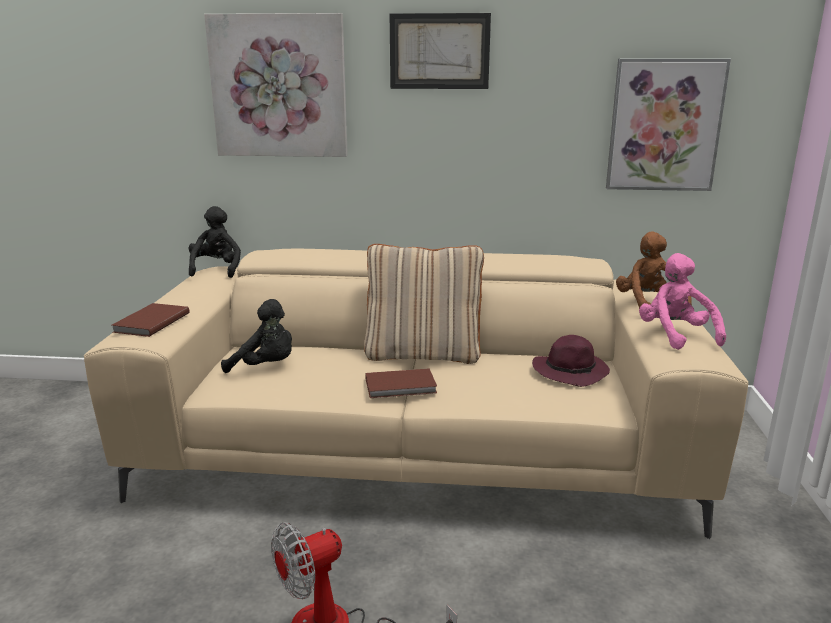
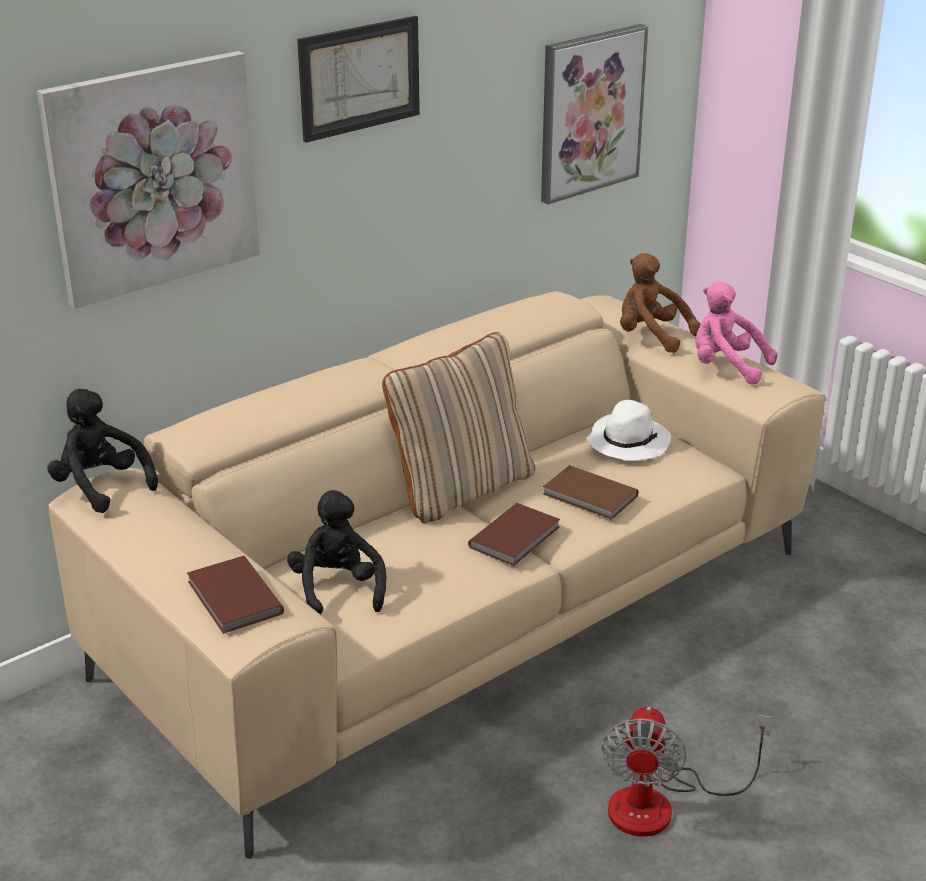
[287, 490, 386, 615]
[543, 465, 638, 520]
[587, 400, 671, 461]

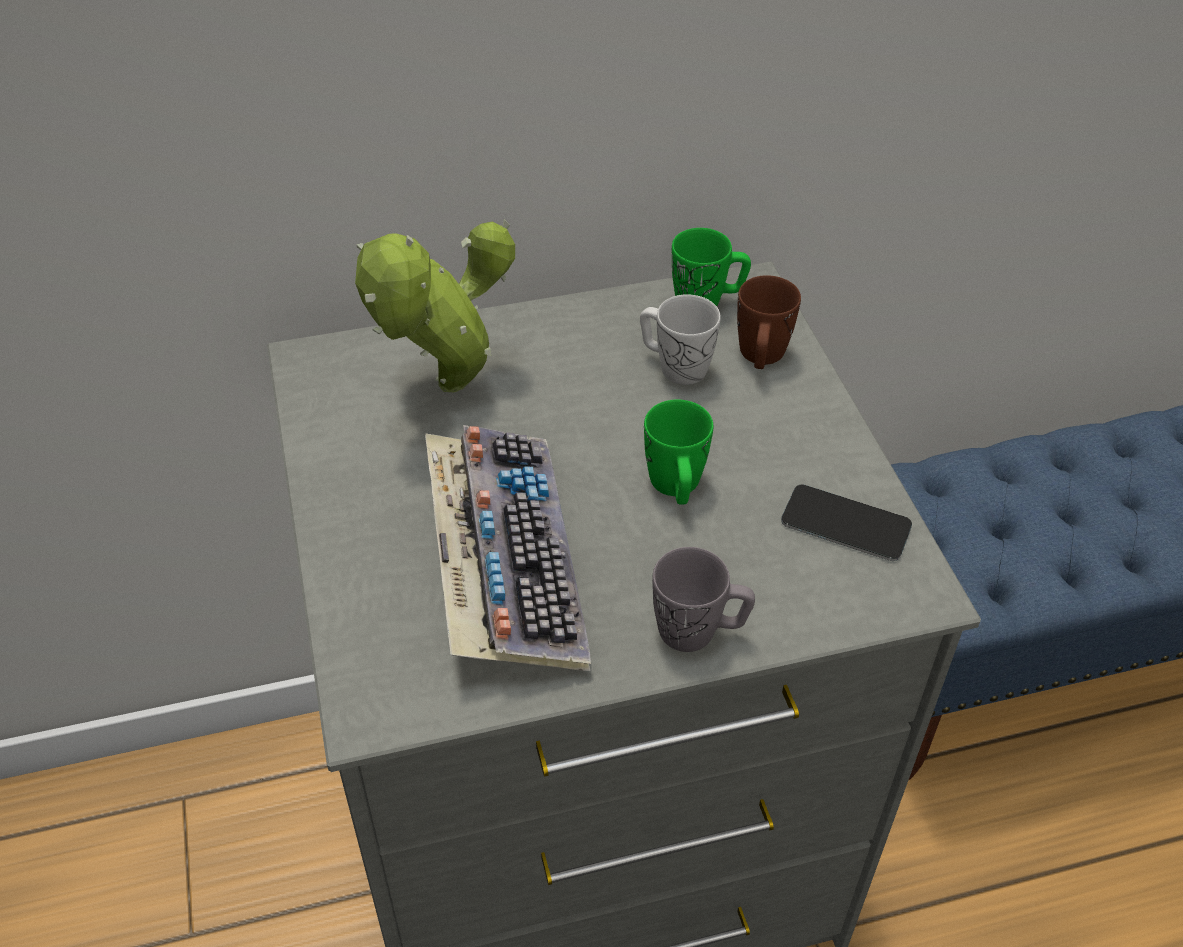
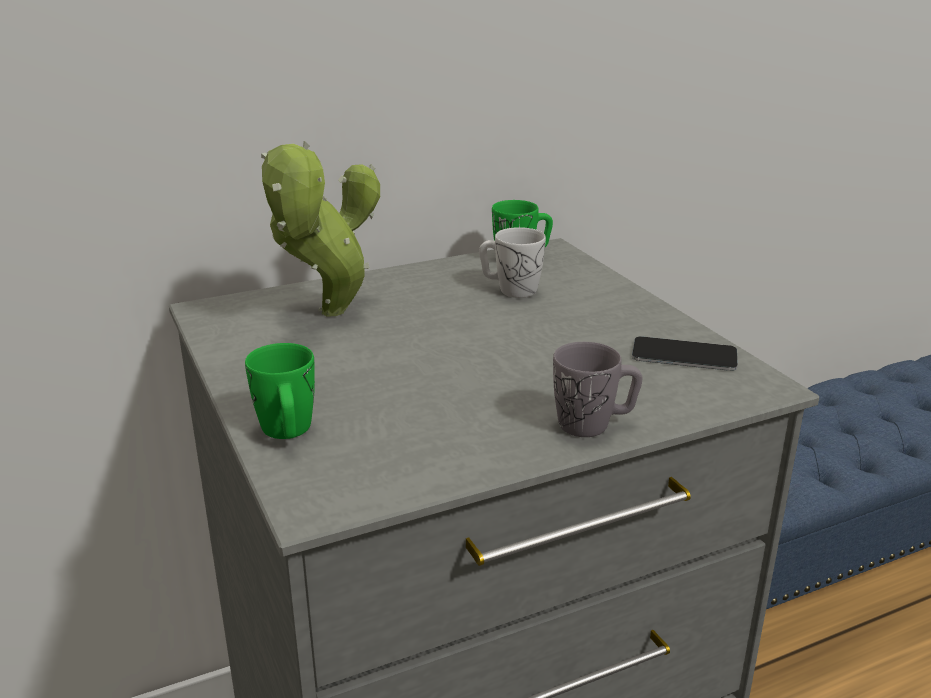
[245, 343, 315, 439]
[425, 425, 591, 671] (first image)
[737, 275, 801, 369] (first image)

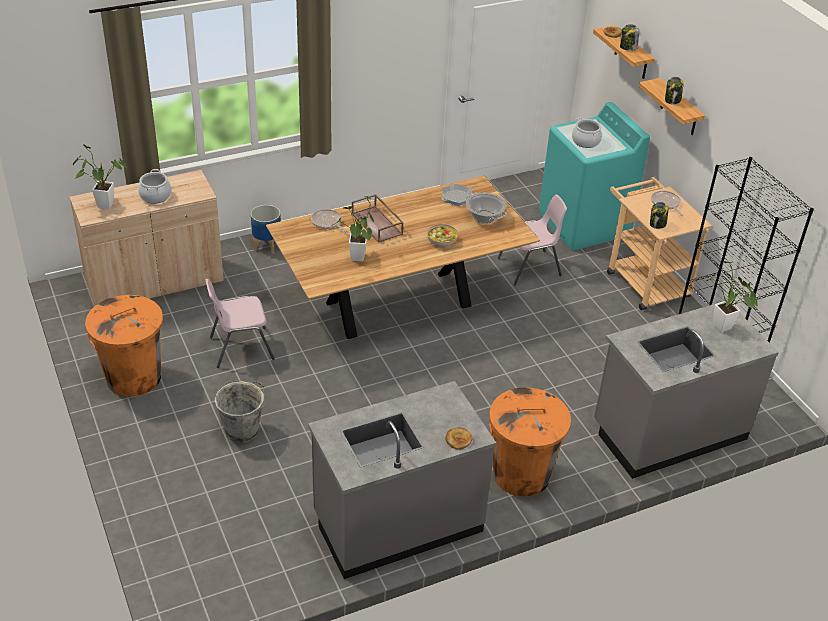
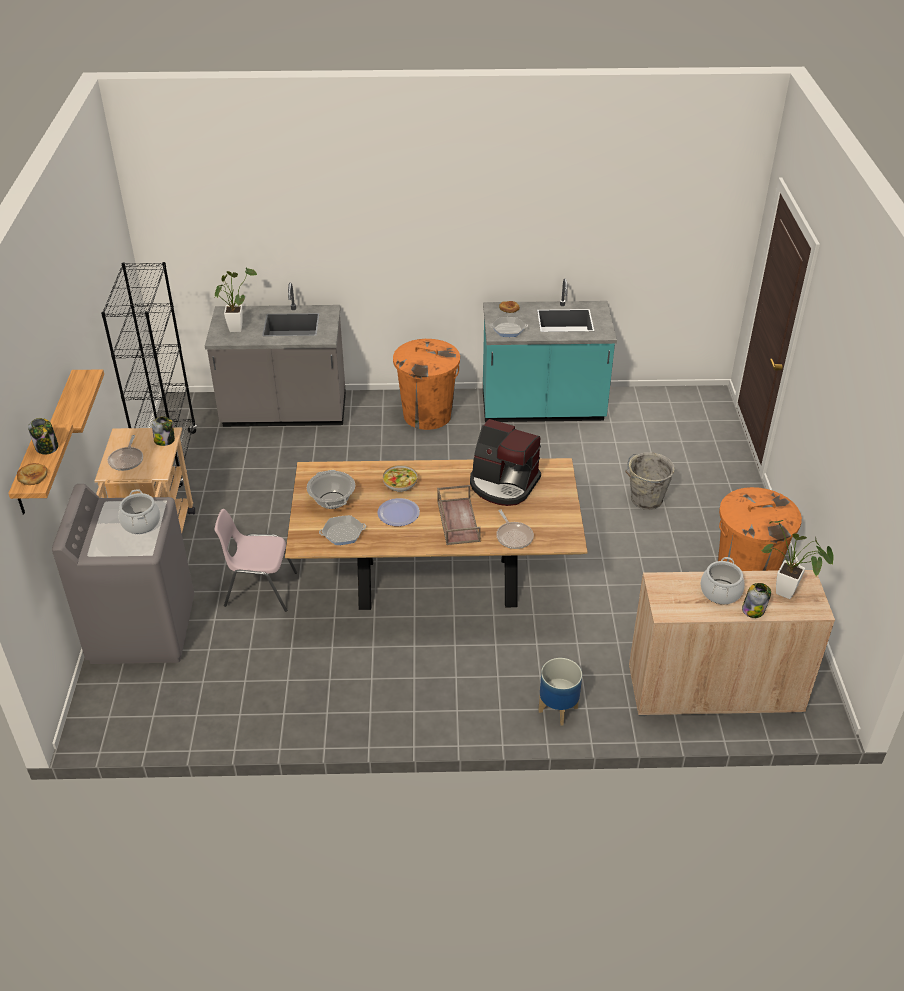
[52, 484, 194, 664]
[377, 498, 420, 526]
[470, 419, 541, 506]
[483, 279, 617, 422]
[489, 317, 528, 337]
[742, 583, 771, 618]
[205, 279, 275, 368] (first image)

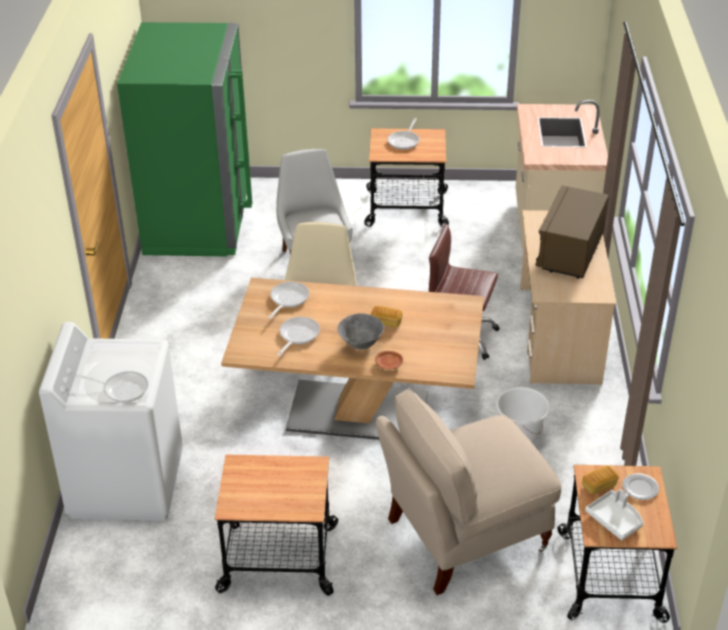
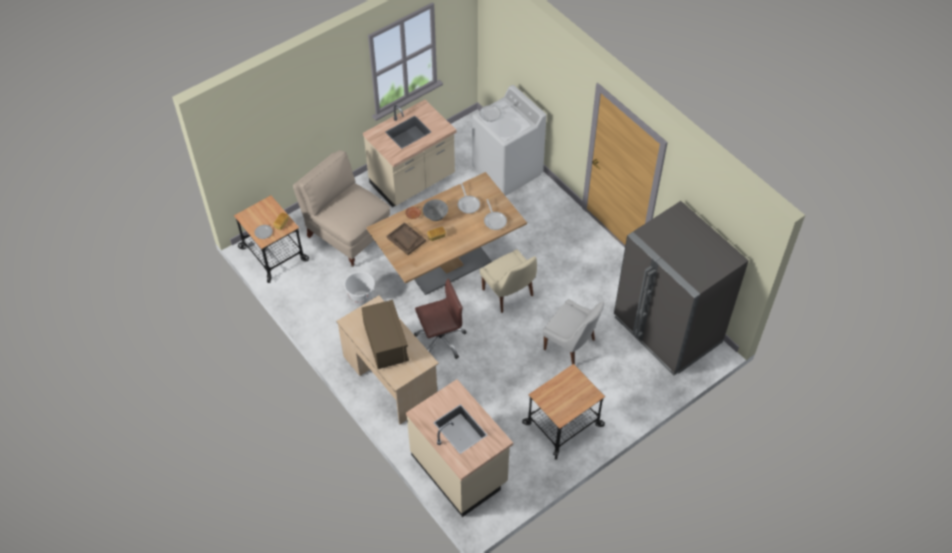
[293, 150, 390, 267]
[363, 100, 457, 207]
[386, 222, 426, 255]
[614, 201, 749, 376]
[388, 118, 420, 150] (first image)
[585, 489, 643, 540] (first image)

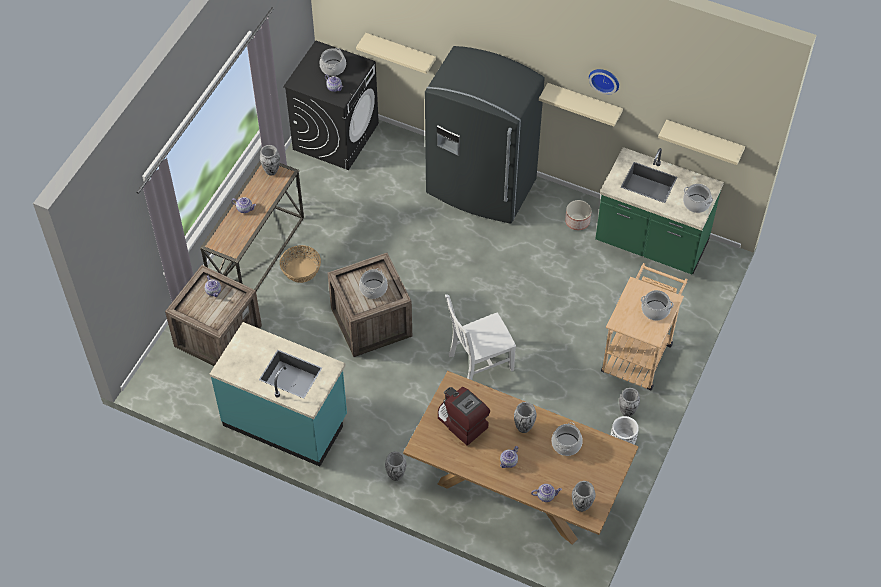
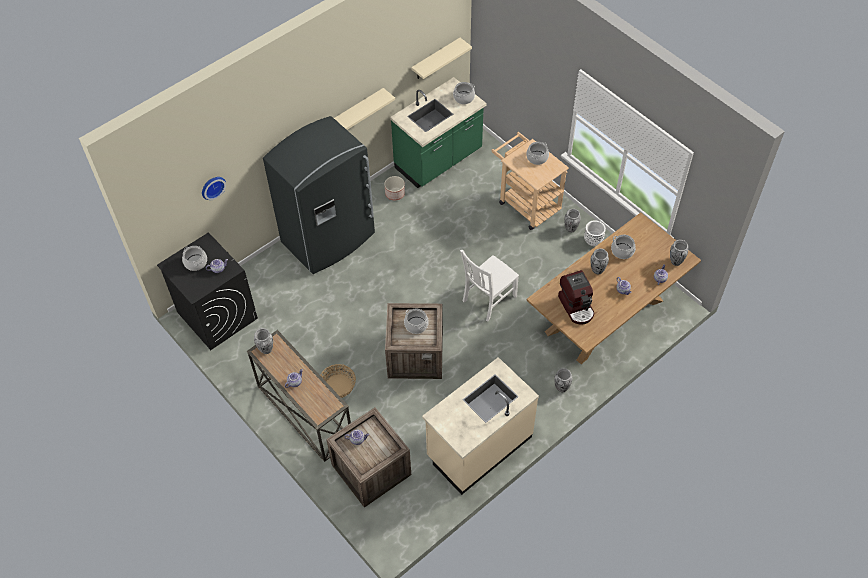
[202, 177, 226, 200]
[422, 357, 539, 495]
[460, 250, 519, 321]
[558, 270, 595, 325]
[356, 33, 436, 74] (first image)

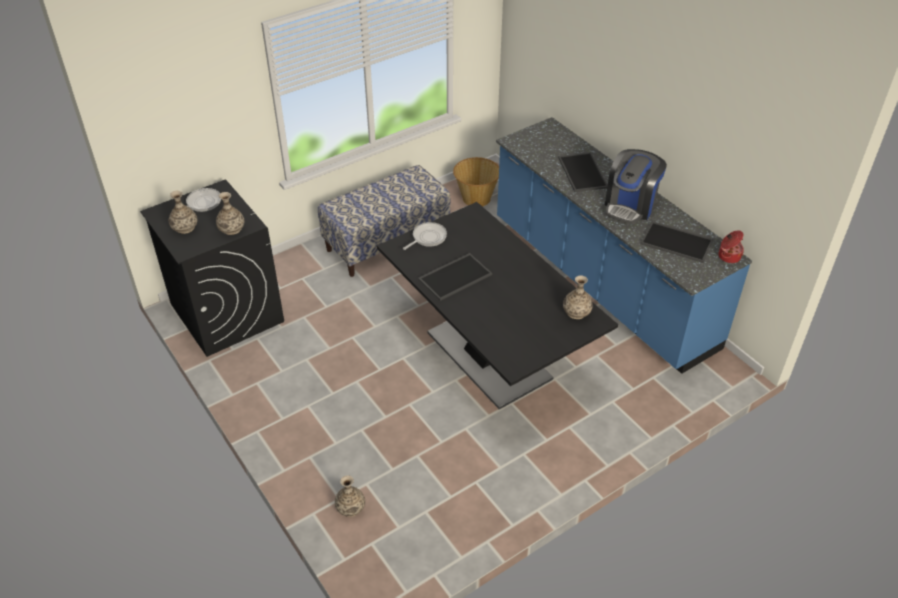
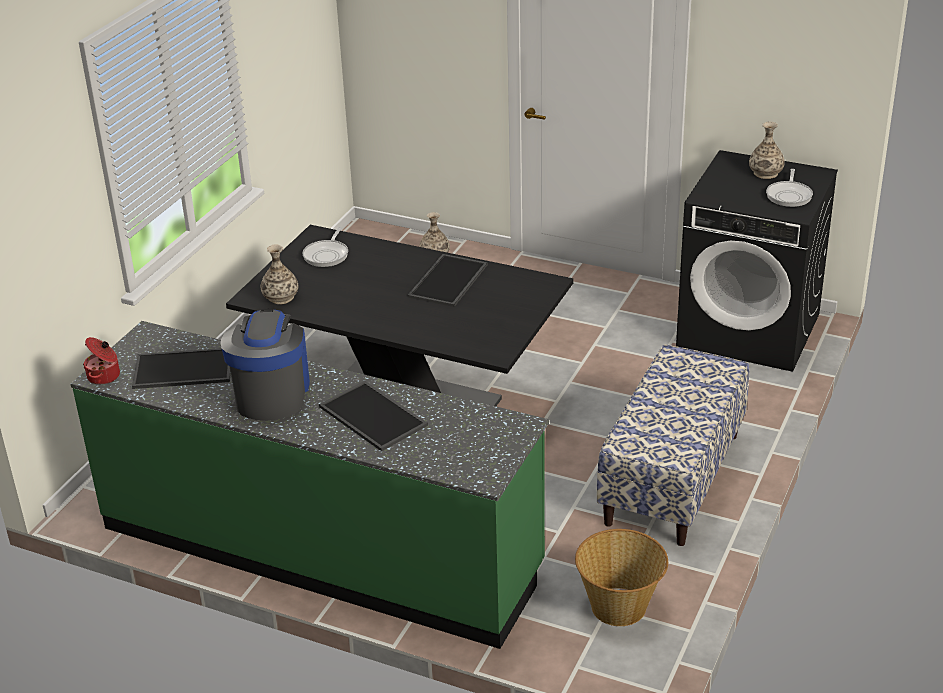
[70, 321, 549, 649]
[302, 227, 348, 267]
[216, 192, 244, 235] (first image)

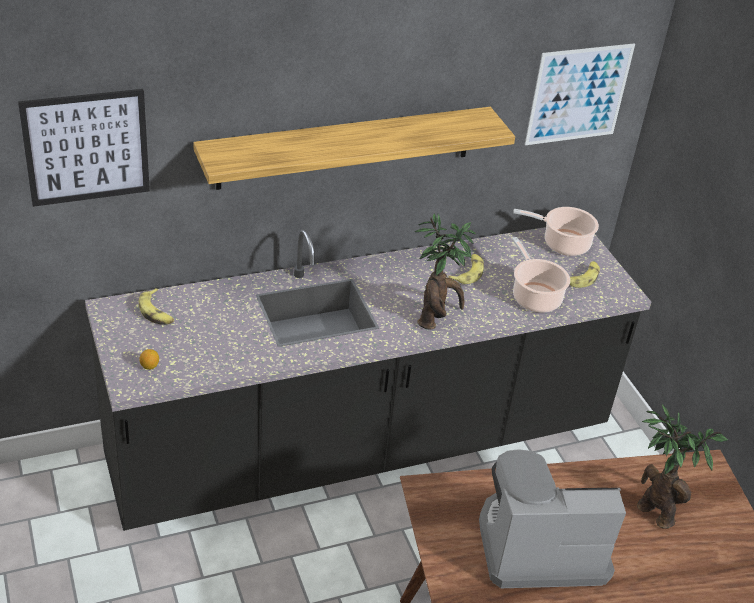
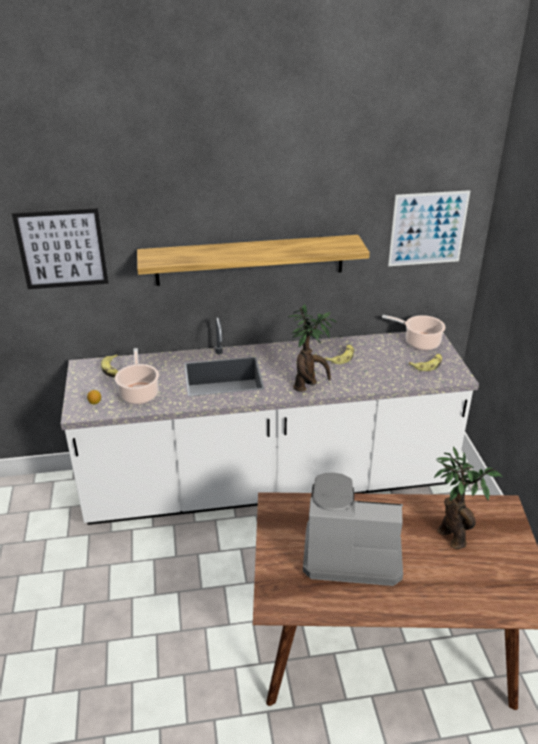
[61, 317, 479, 525]
[115, 348, 159, 404]

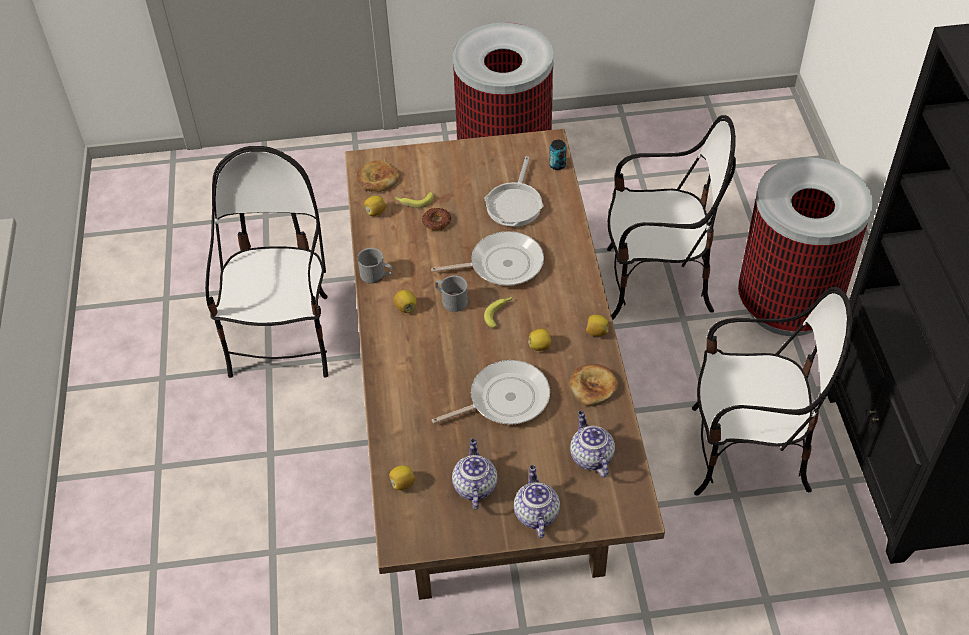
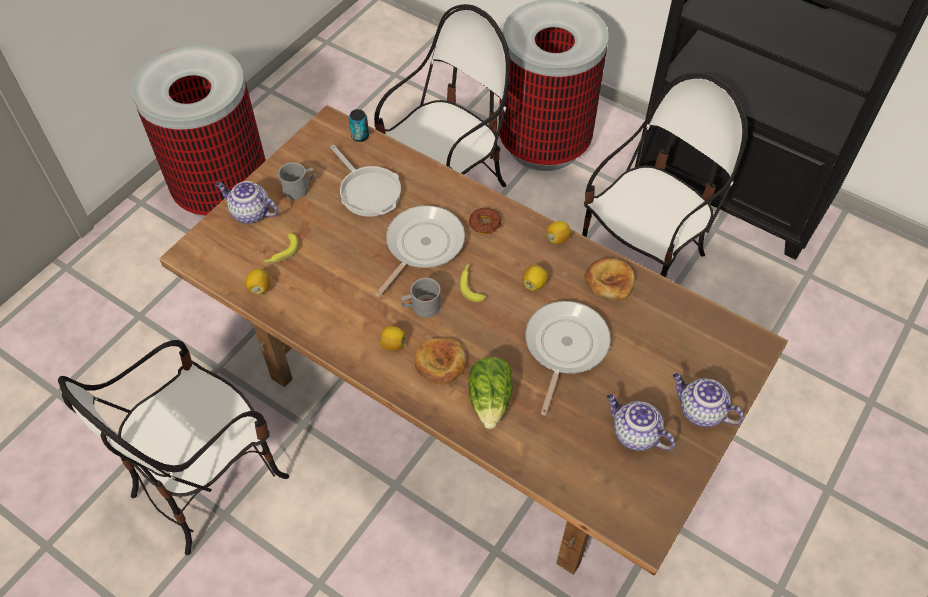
[58, 340, 289, 556]
[215, 181, 278, 224]
[278, 162, 316, 199]
[414, 338, 466, 384]
[468, 357, 513, 429]
[469, 208, 501, 234]
[389, 465, 415, 490] (first image)

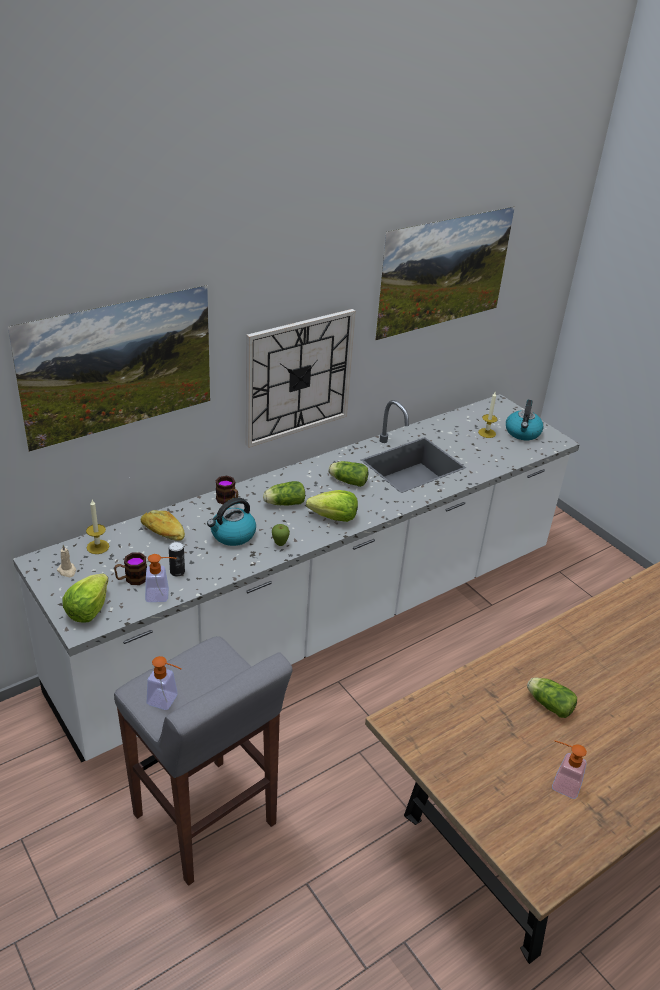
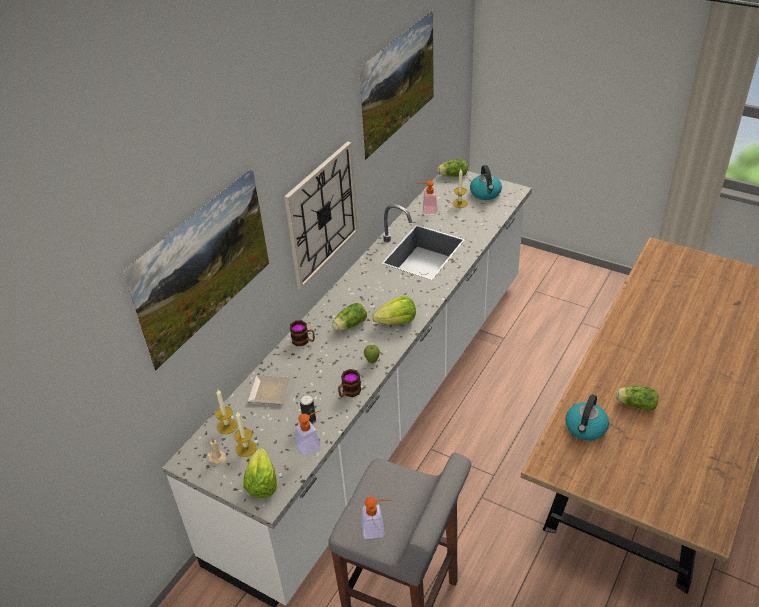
[234, 412, 257, 457]
[247, 375, 291, 404]
[338, 369, 362, 397]
[416, 181, 437, 214]
[437, 159, 467, 177]
[566, 394, 609, 440]

